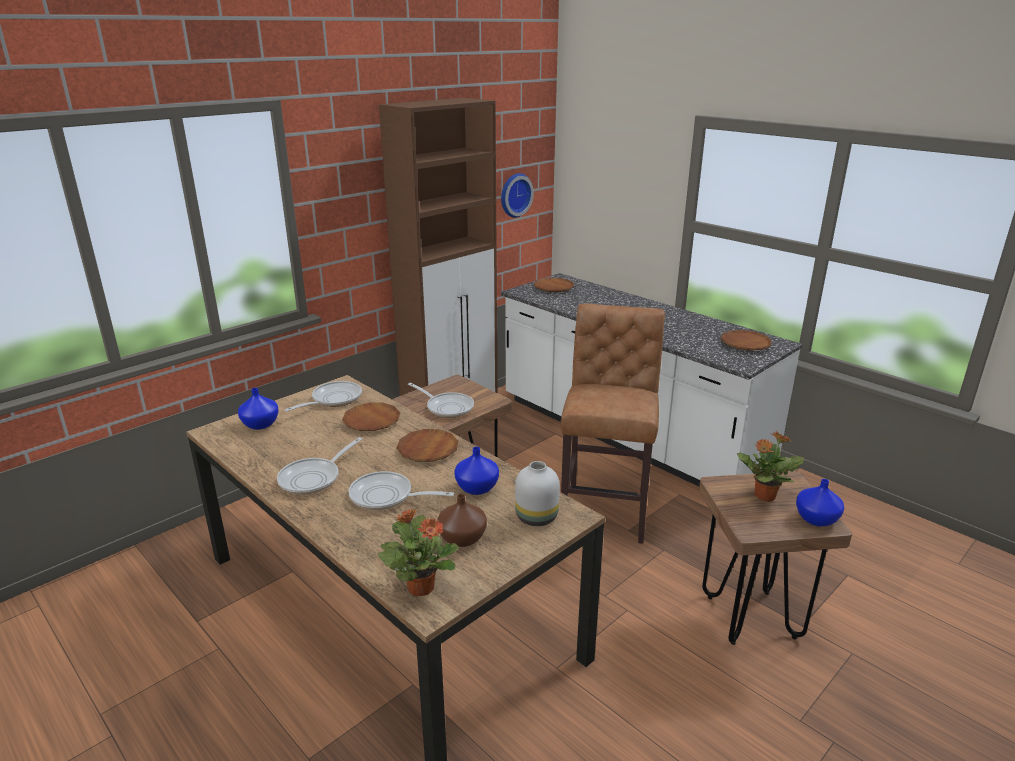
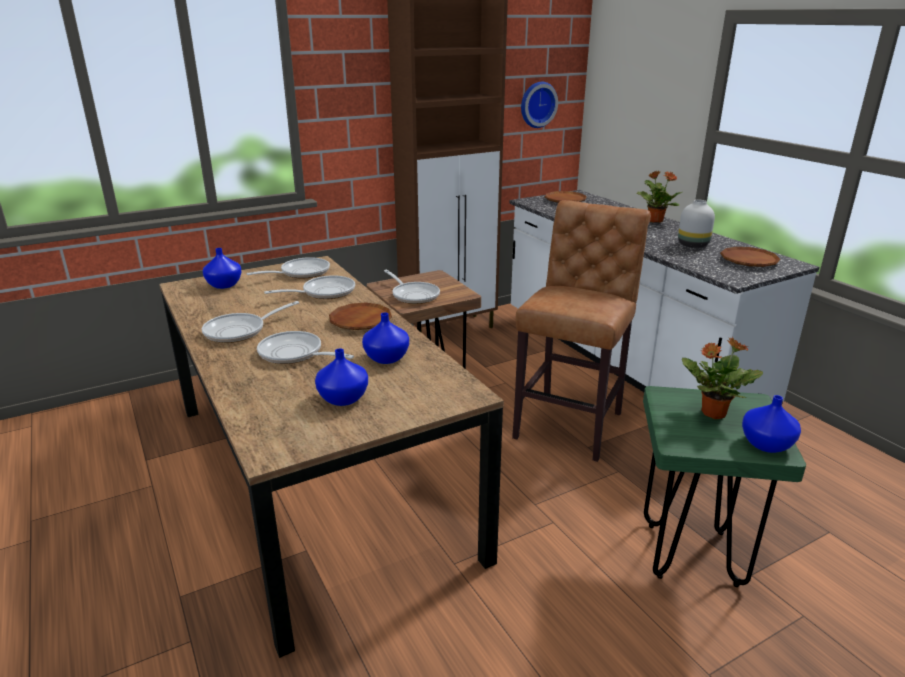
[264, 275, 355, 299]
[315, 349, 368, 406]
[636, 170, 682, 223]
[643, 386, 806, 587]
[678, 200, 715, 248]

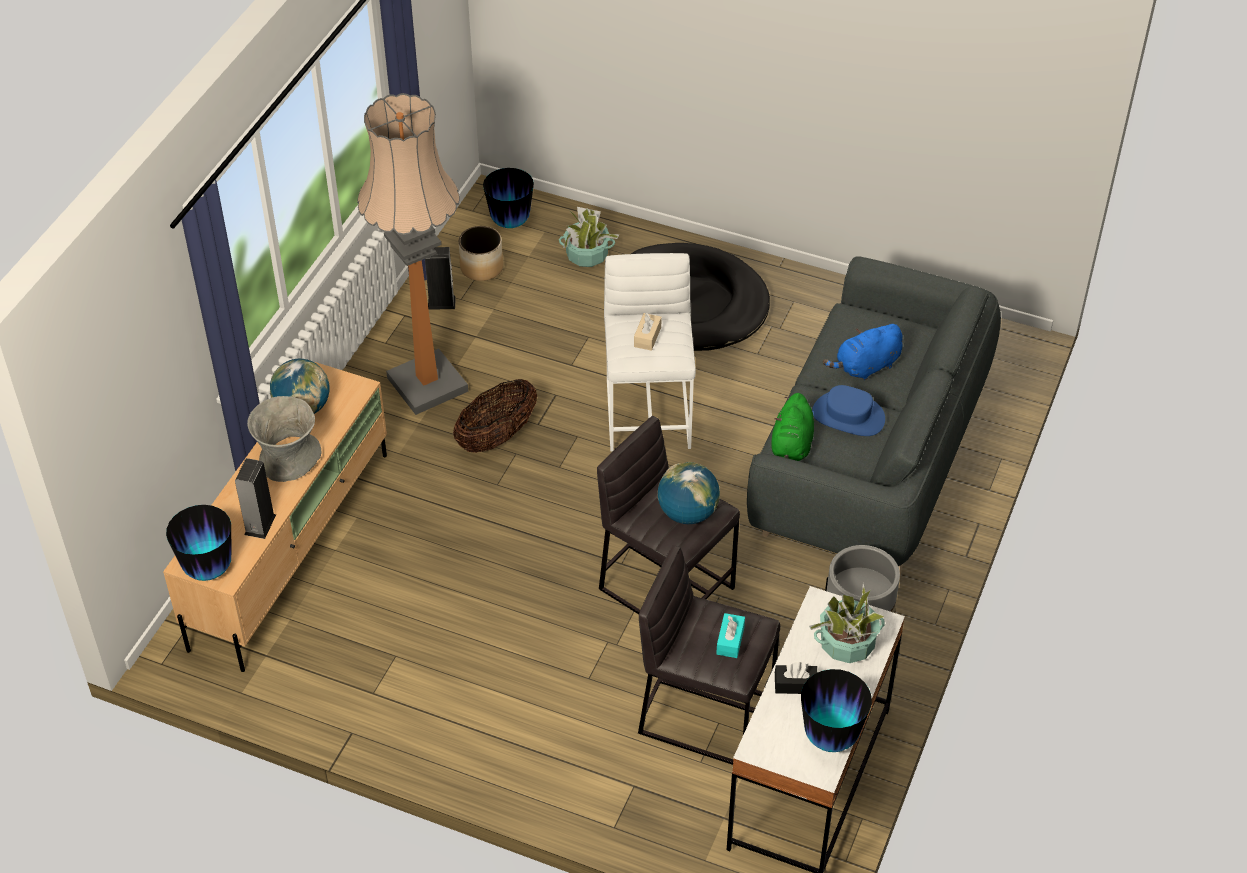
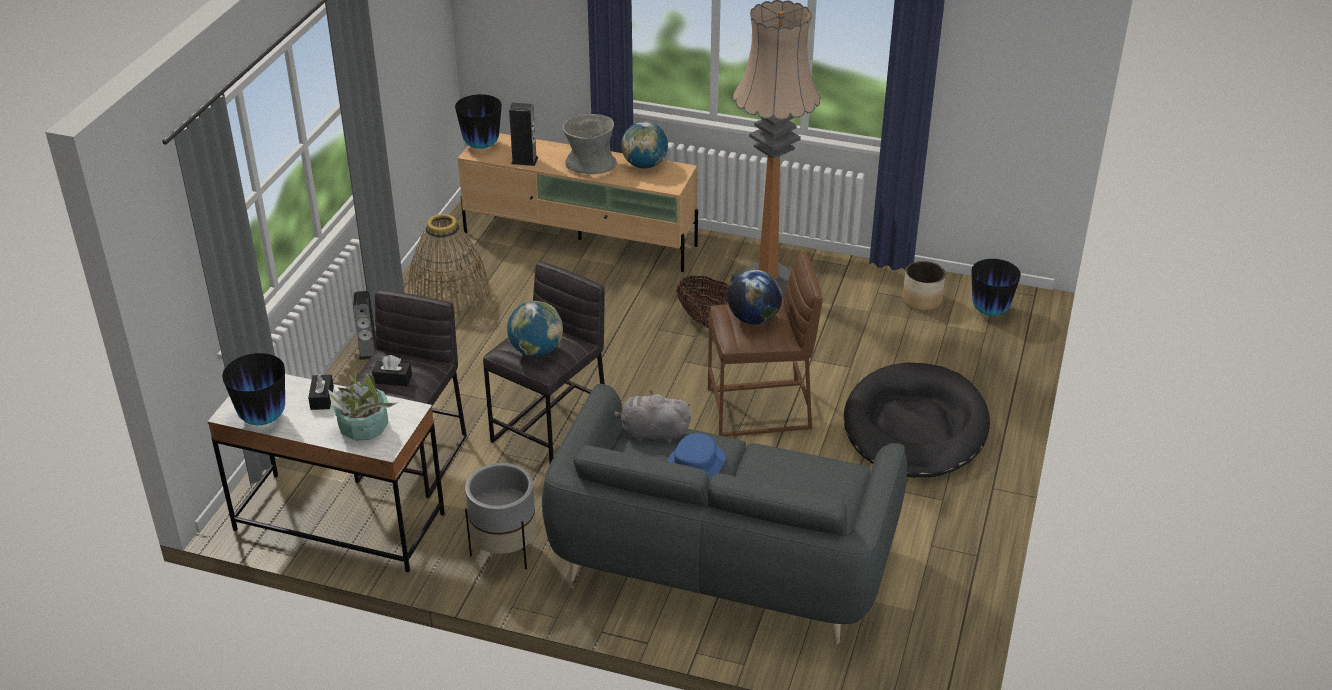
[353, 291, 376, 360]
[372, 355, 412, 386]
[408, 214, 490, 317]
[614, 391, 691, 444]
[708, 252, 823, 437]
[728, 270, 782, 324]
[559, 207, 619, 267] (first image)
[823, 324, 902, 380] (first image)

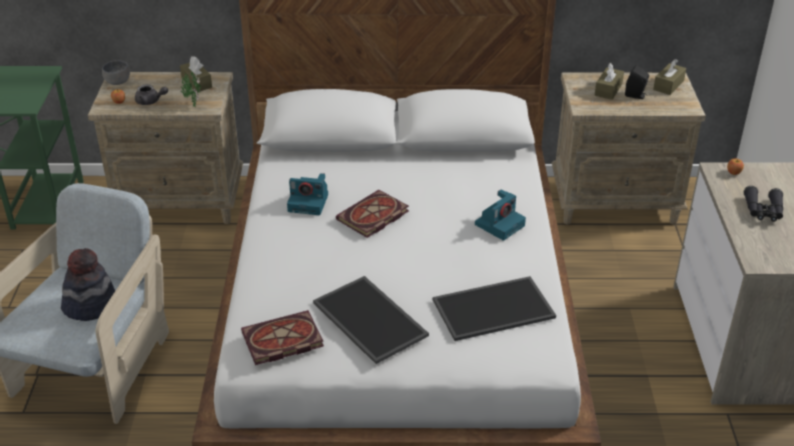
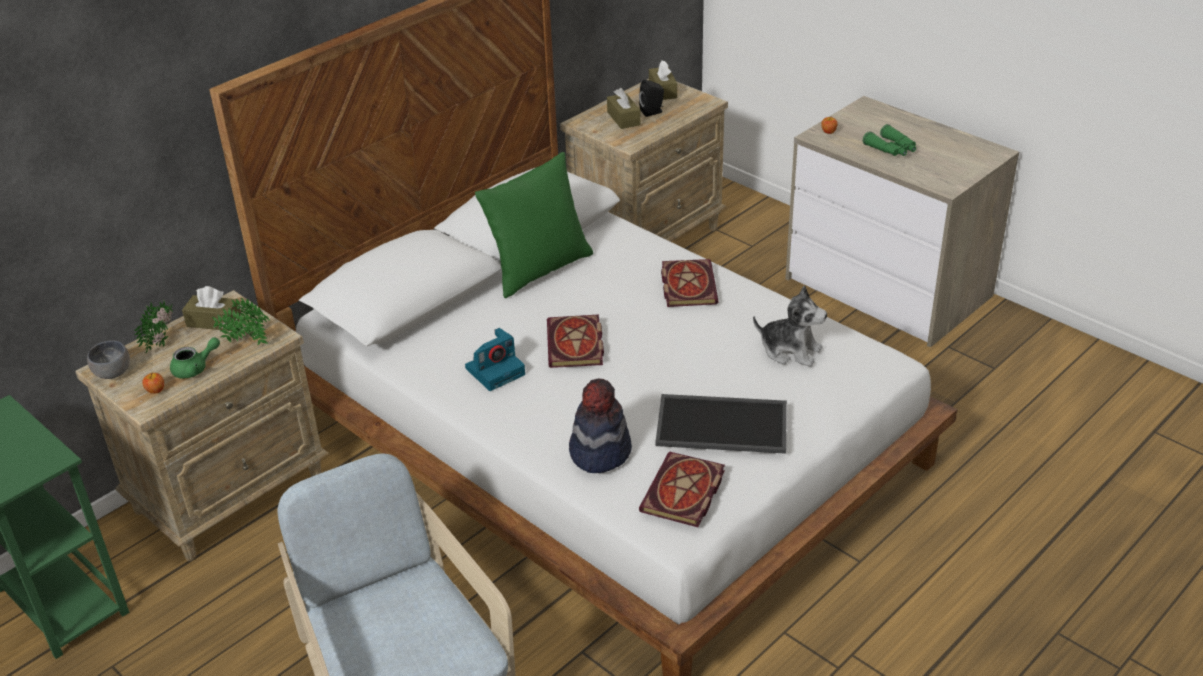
[134, 300, 173, 353]
[170, 337, 220, 379]
[475, 152, 593, 298]
[569, 379, 632, 473]
[661, 259, 718, 307]
[753, 286, 827, 367]
[863, 124, 916, 156]

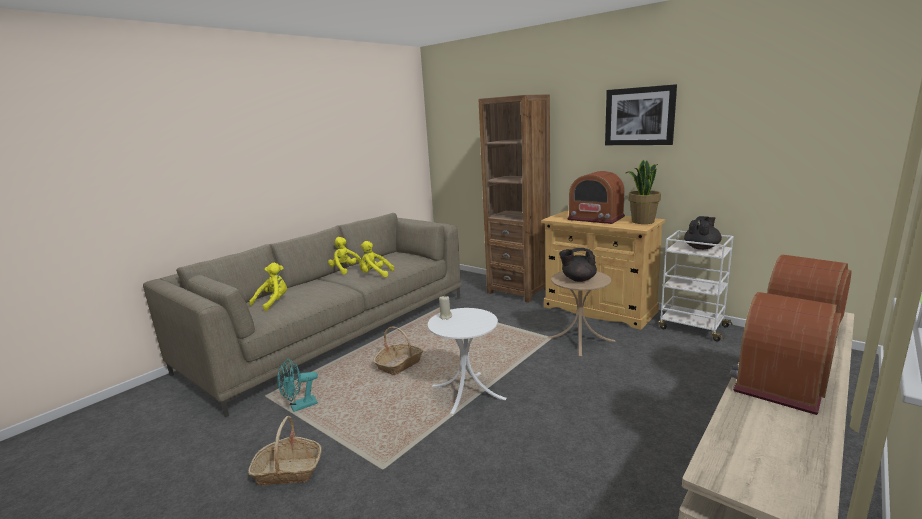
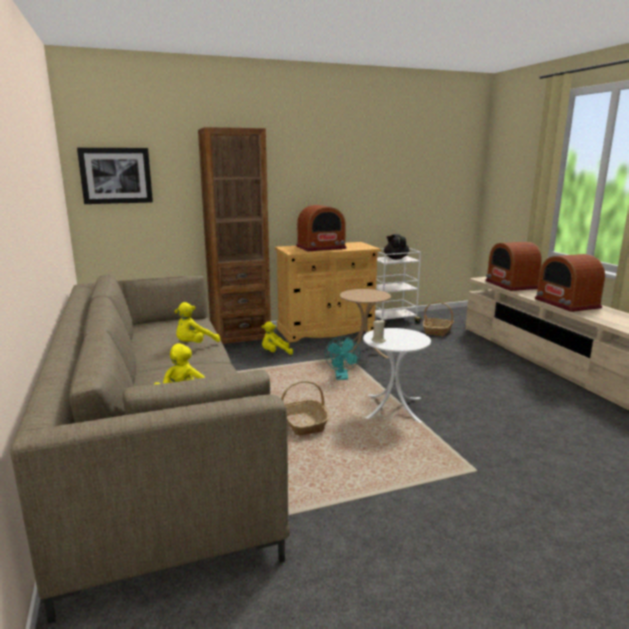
[77, 148, 153, 204]
[262, 321, 293, 355]
[325, 337, 360, 380]
[423, 302, 454, 336]
[559, 248, 597, 282] (first image)
[626, 160, 661, 224] (first image)

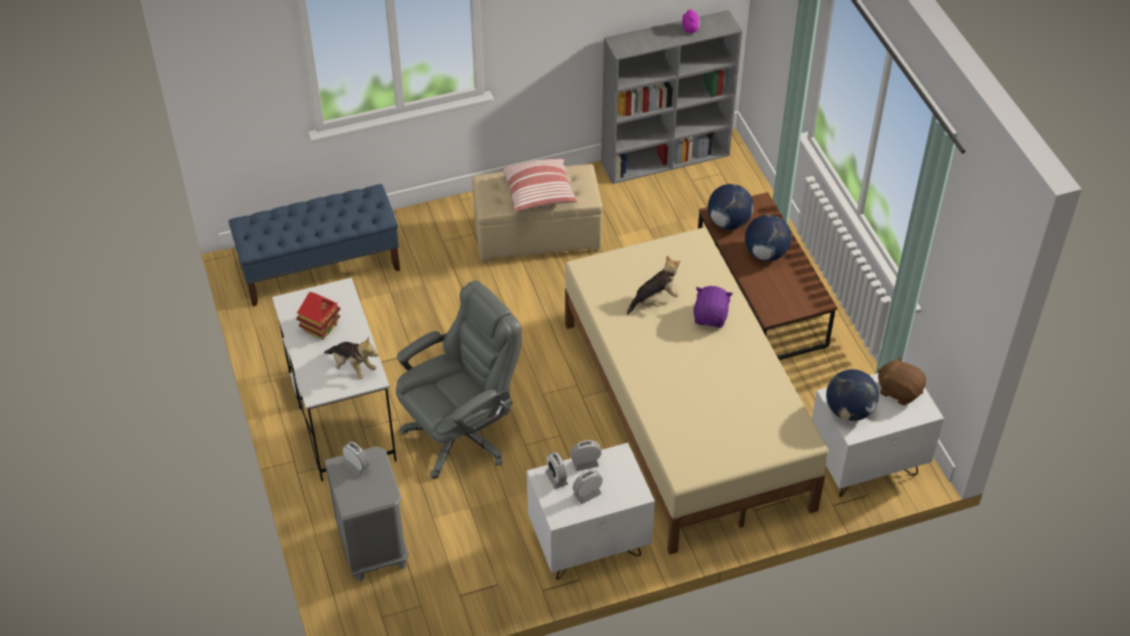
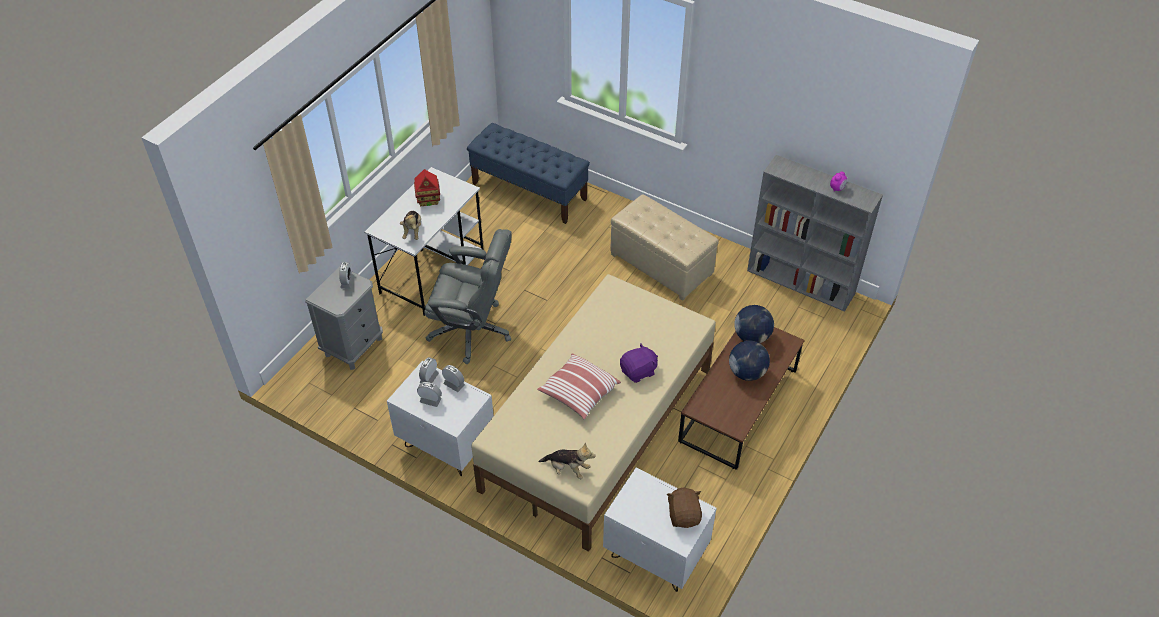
[537, 354, 621, 420]
[539, 442, 595, 479]
[826, 369, 879, 421] (first image)

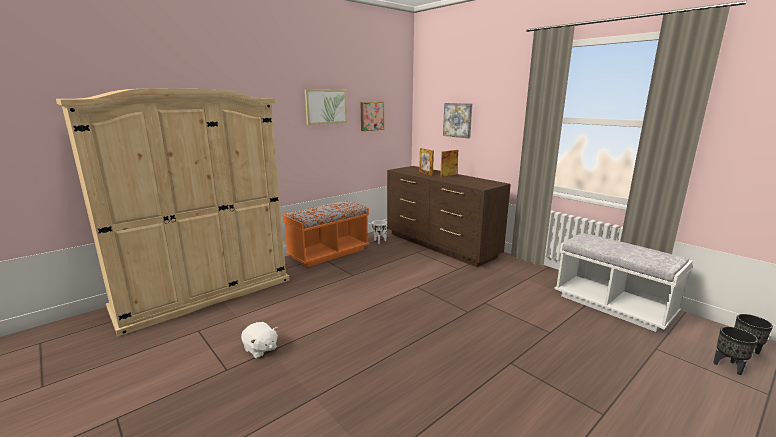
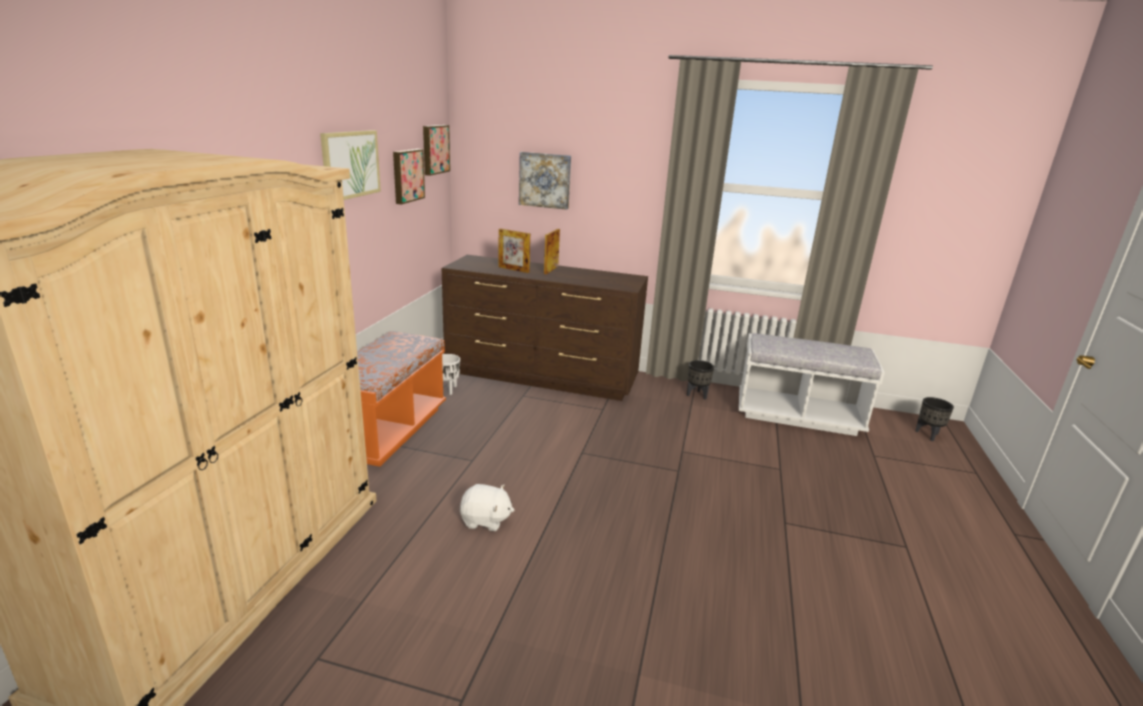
[423, 125, 450, 176]
[460, 484, 514, 531]
[687, 360, 714, 399]

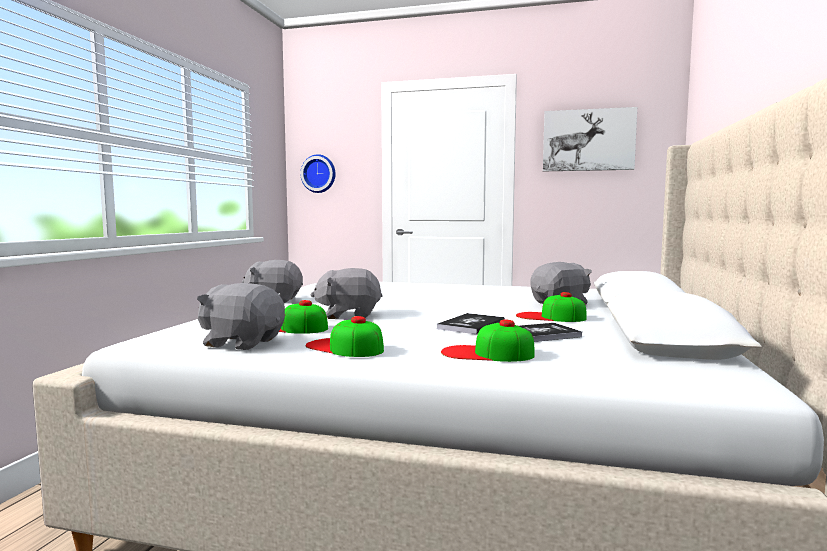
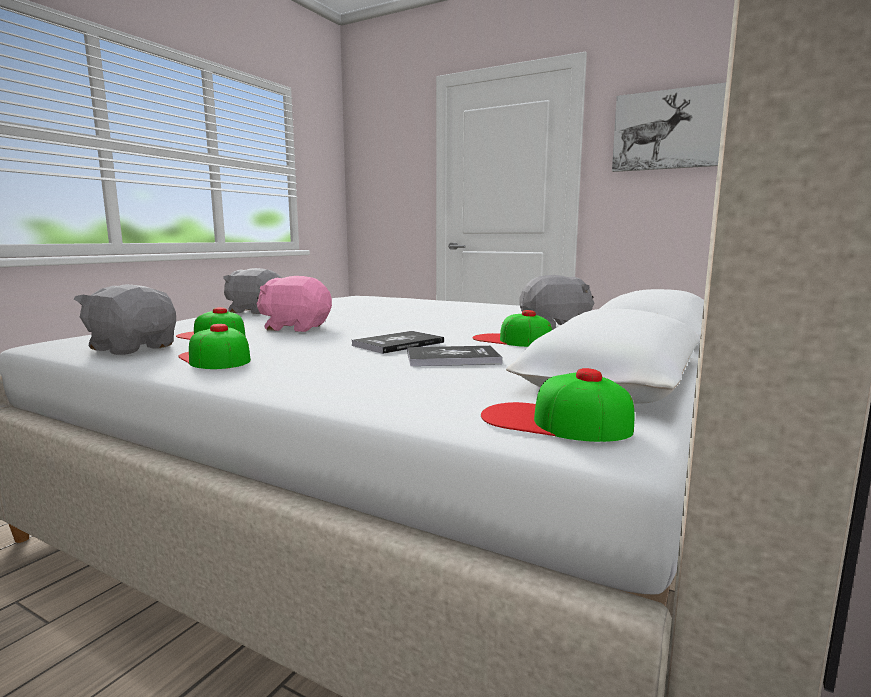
[257, 276, 332, 332]
[481, 368, 634, 442]
[300, 154, 336, 193] (first image)

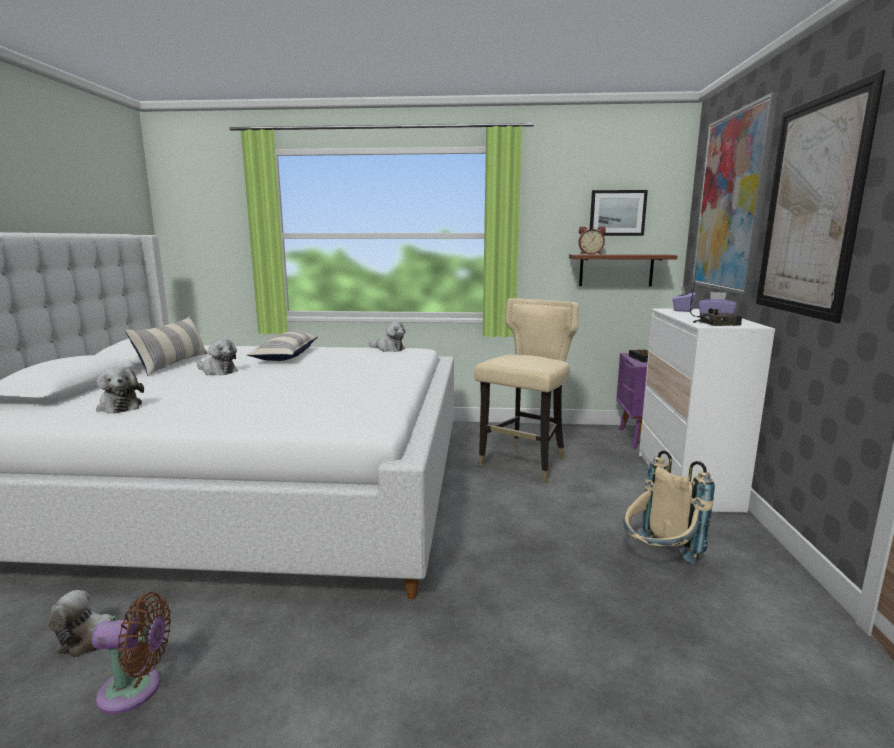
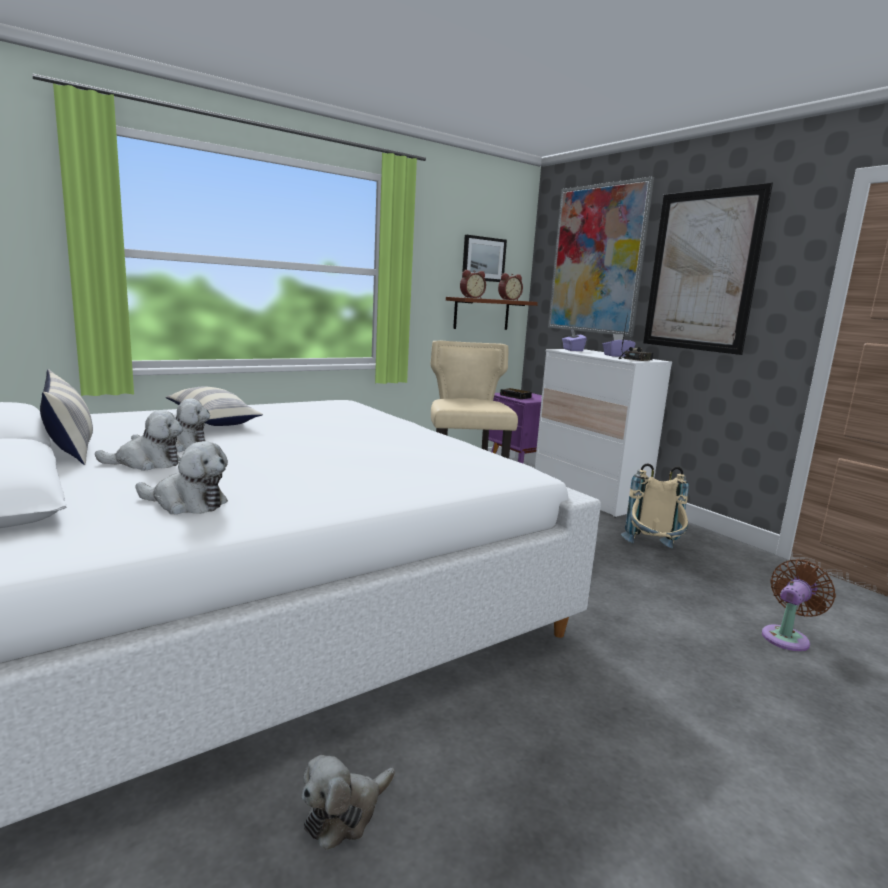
[95, 410, 183, 471]
[498, 273, 523, 300]
[762, 560, 836, 651]

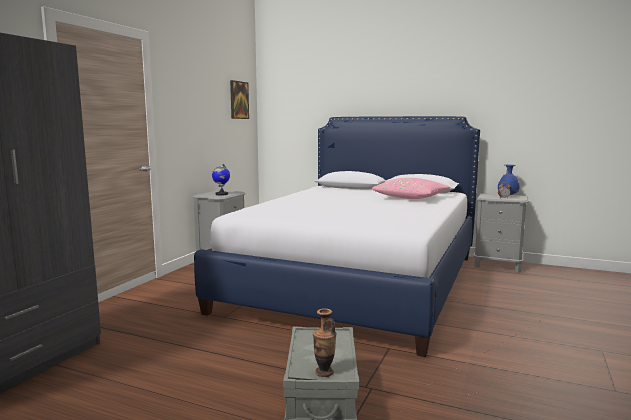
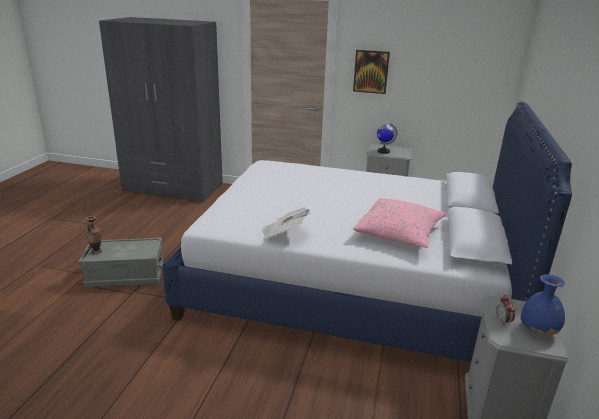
[262, 207, 310, 239]
[353, 50, 390, 94]

